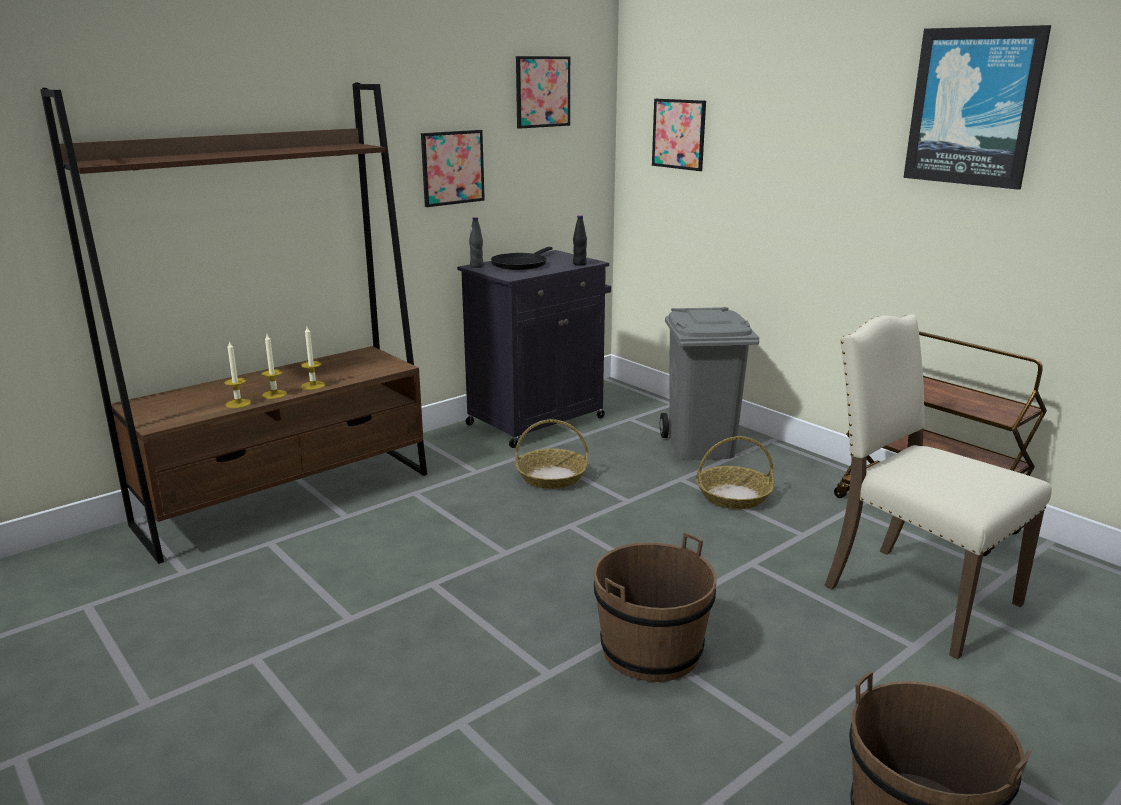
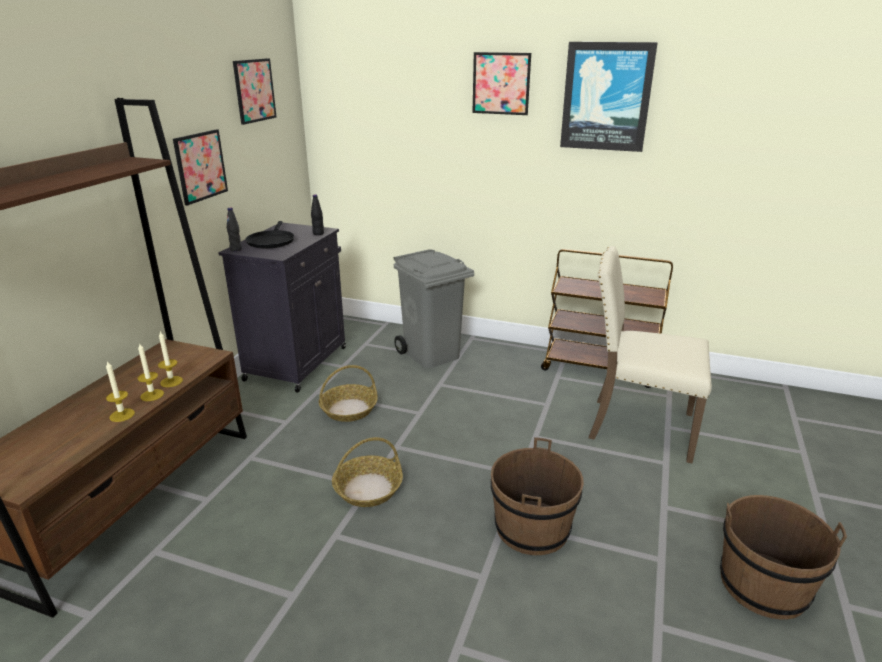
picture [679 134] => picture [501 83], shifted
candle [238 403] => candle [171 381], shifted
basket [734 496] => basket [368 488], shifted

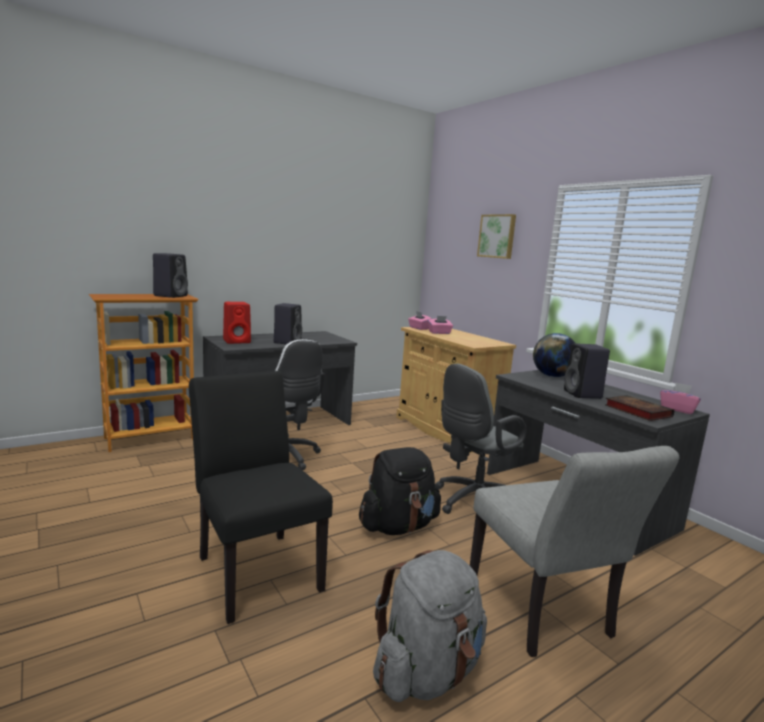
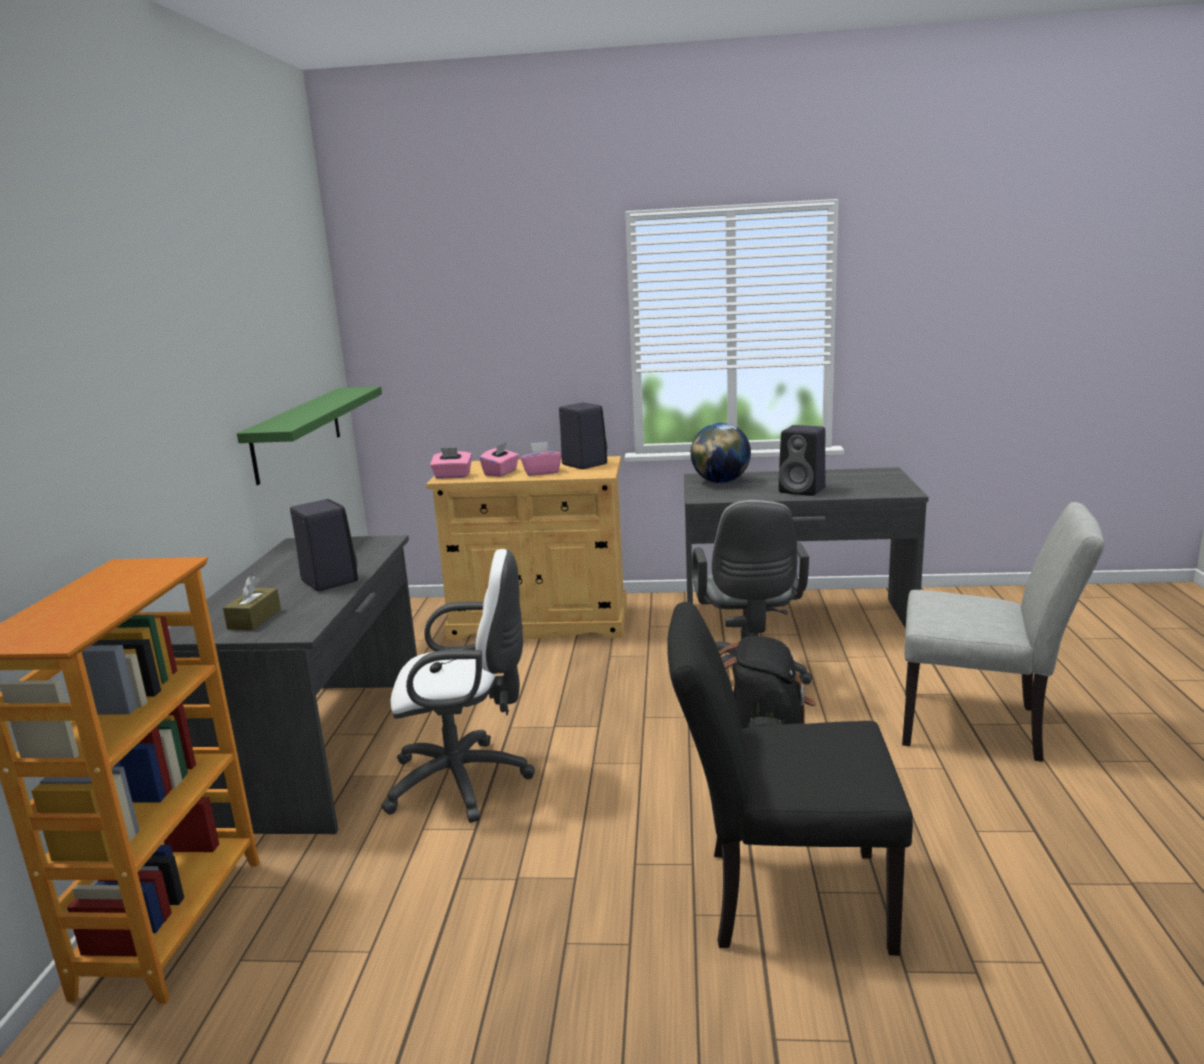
picture [497 236] => nothing
black_speaker [171 296] => black_speaker [583 464], shifted
red_speaker [237 341] => brown_tissue_box [254 619]
pink_tissue_box [677 409] => pink_tissue_box [541 472], shifted
book [636 411] => nothing
grey_backpack [427 672] => nothing
nothing => green_shelf [298 433]

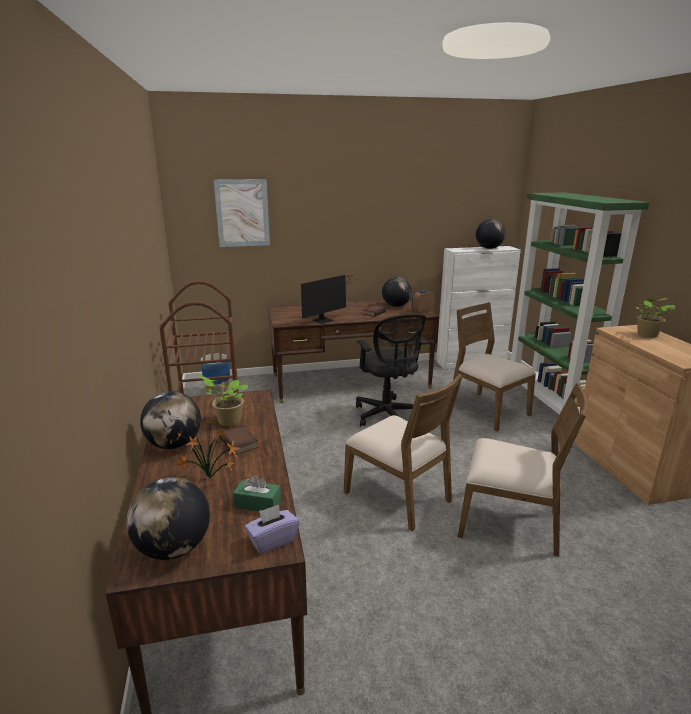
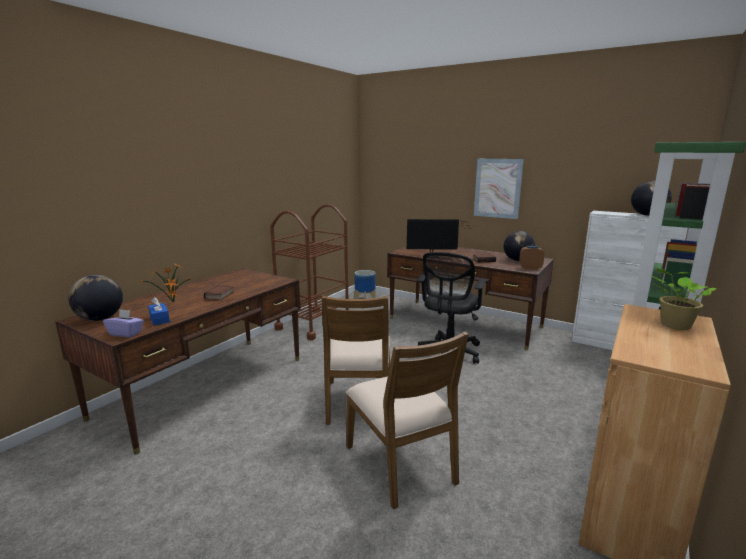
picture [242 213] => picture [497 188], shifted
brown_chair [487 410] => nothing
potted_plant [227 421] => nothing
globe [174 444] => nothing
green_tissue_box [257 504] => blue_tissue_box [159 319]

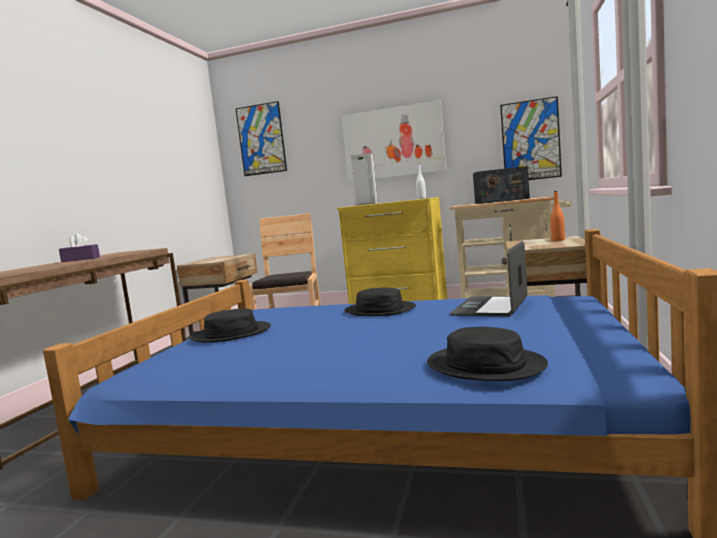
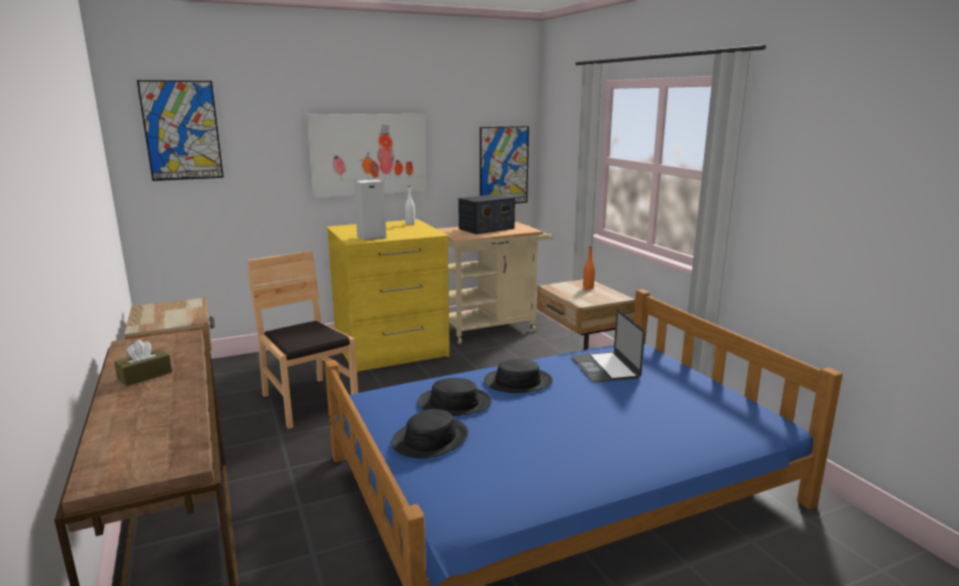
purple_tissue_box [81 259] => brown_tissue_box [145 375]
black_hat [485 365] => black_hat [454 403], shifted

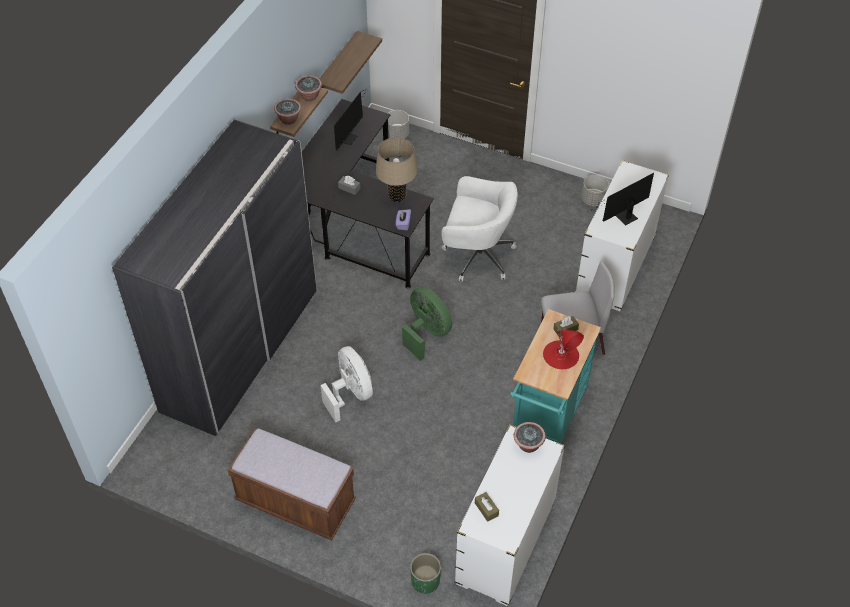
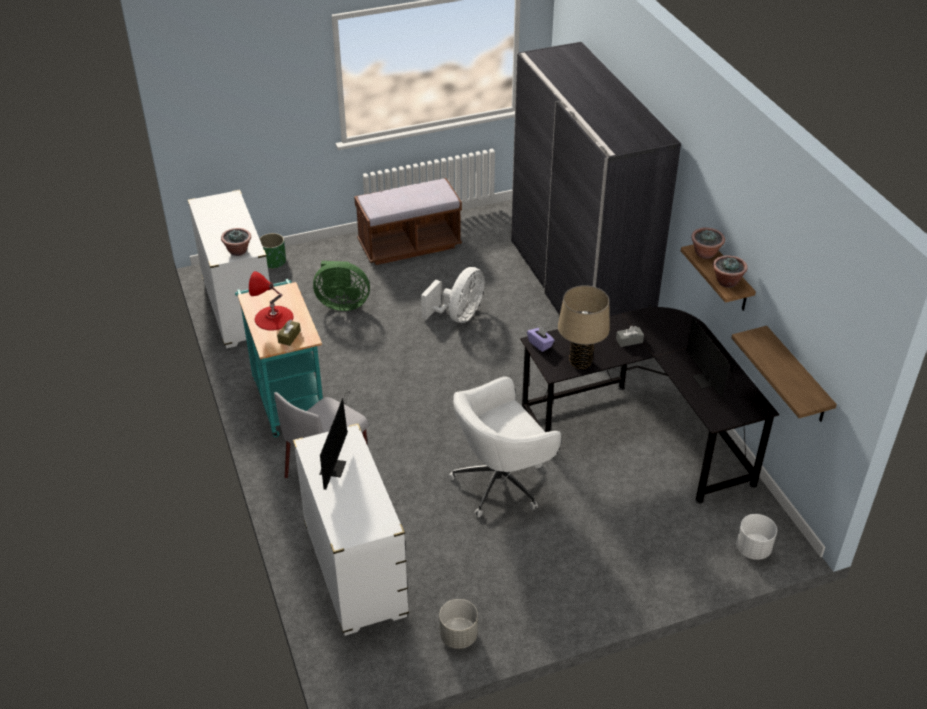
green_fan [426 333] => green_fan [342 303], shifted
white_fan [350 394] => white_fan [458 316], 75 degrees counterclockwise
brown_tissue_box [486 509] => nothing

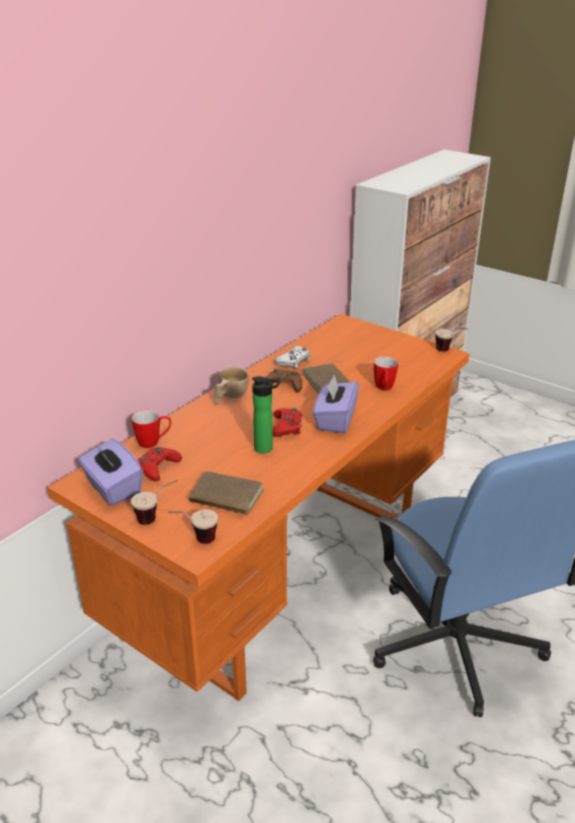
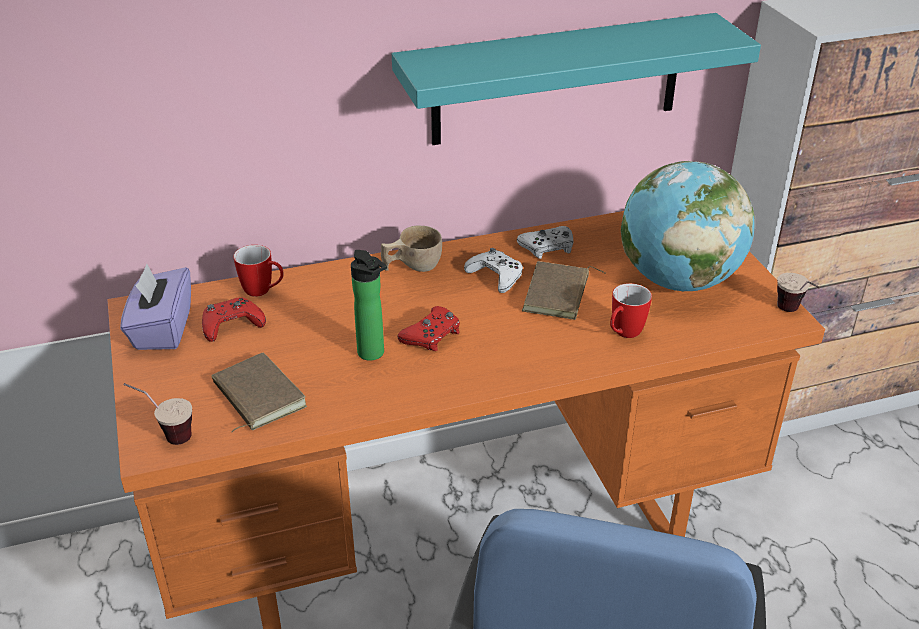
brown_game_controller [284 385] => white_game_controller [496 276]
purple_tissue_box [335 420] => nothing
cup [157 518] => nothing
nothing => turquoise_shelf [557 80]
nothing => globe [678 280]

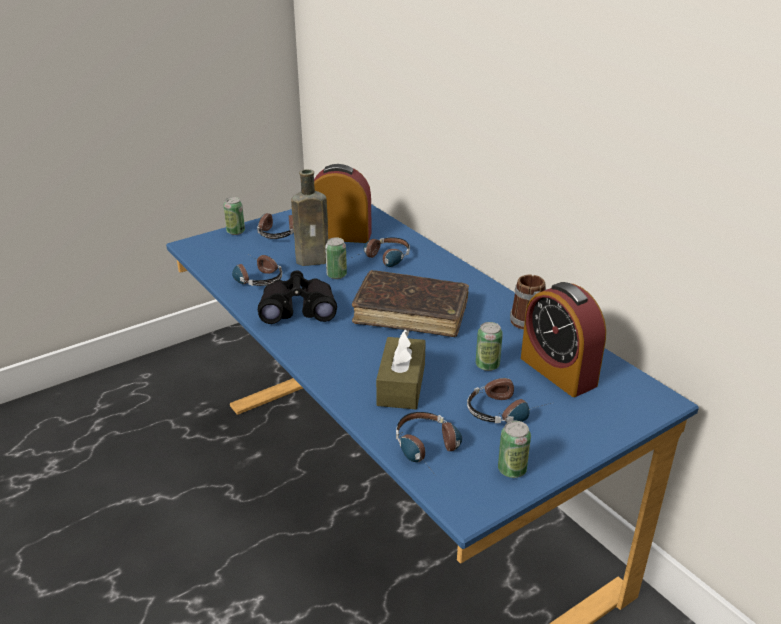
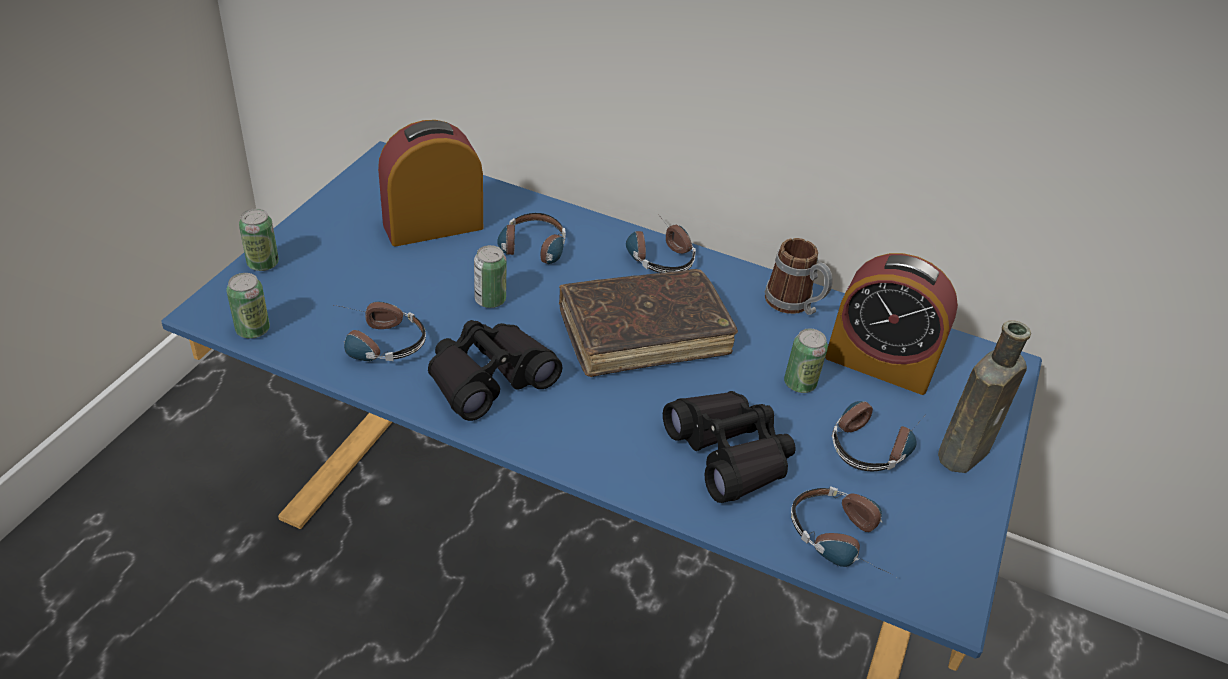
brown_bottle [315 260] => brown_bottle [964 451], shifted
headphones [279 231] => headphones [657 254], shifted
brown_tissue_box [401 385] => black_binoculars [729 454]
can [512 470] => can [253 330], shifted

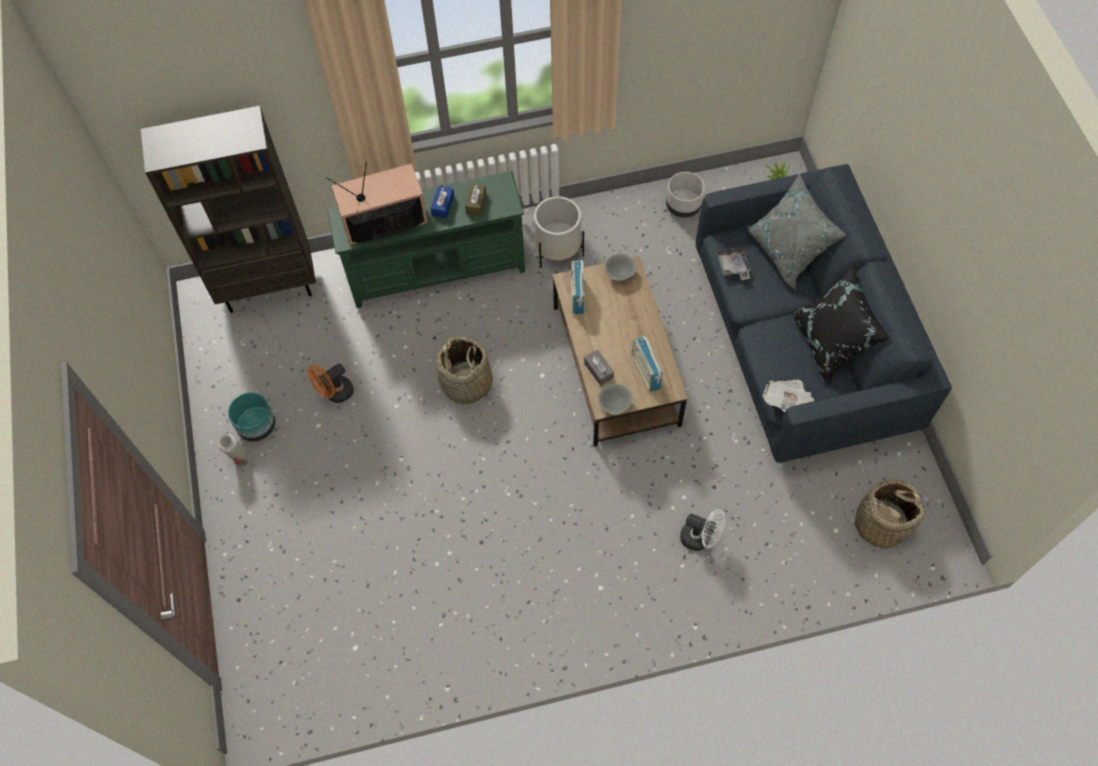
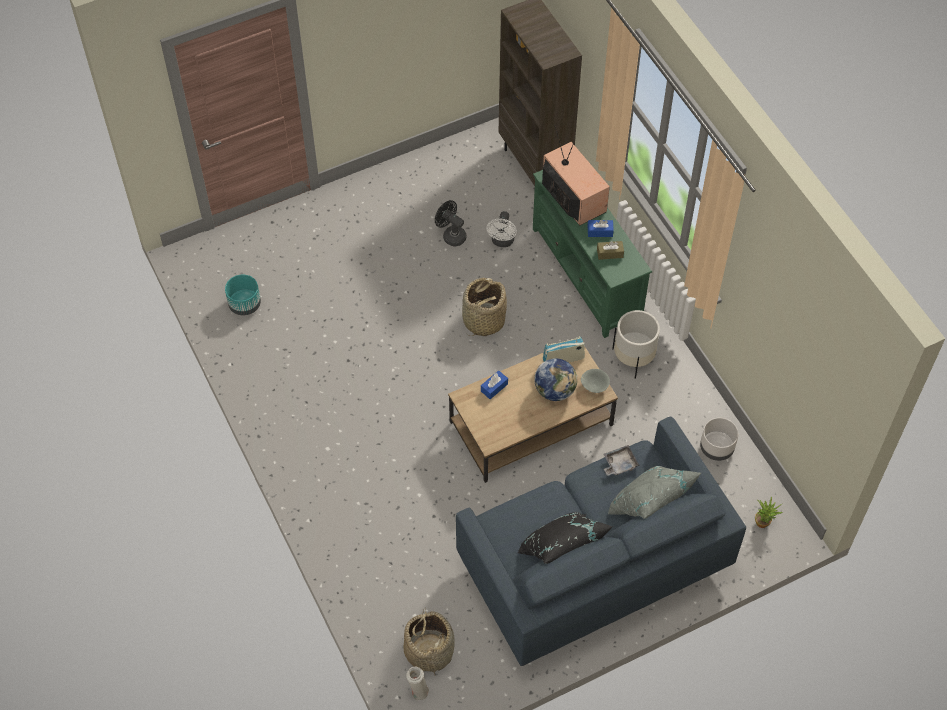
radio [646 371] => nothing
grey_tissue_box [598 370] => blue_tissue_box [494 387]
orange_fan [335 393] => black_fan [451 235]
newspaper [786 401] => nothing
grey_bowl [614 405] => nothing
turquoise_planter [257 426] => turquoise_planter [245 305], shifted
white_vase [240 459] => white_vase [418 691], shifted
white_fan [700 538] => white_fan [502 242], shifted
nothing => globe [555 390]

